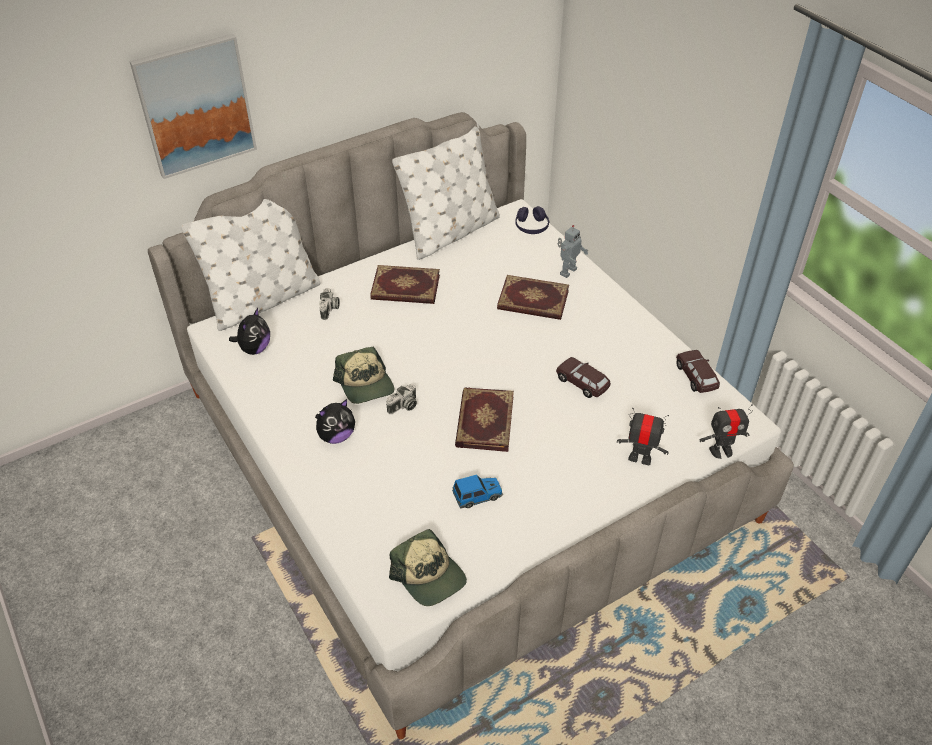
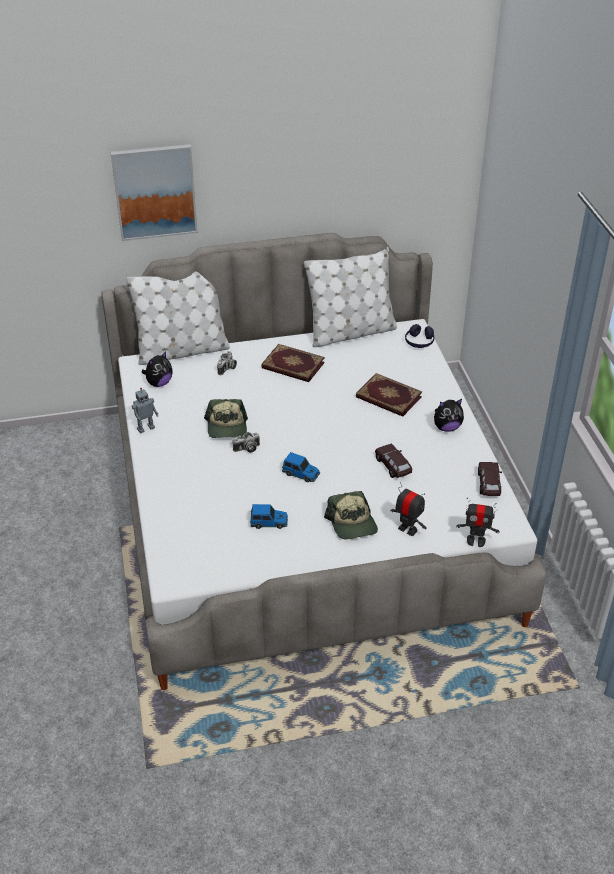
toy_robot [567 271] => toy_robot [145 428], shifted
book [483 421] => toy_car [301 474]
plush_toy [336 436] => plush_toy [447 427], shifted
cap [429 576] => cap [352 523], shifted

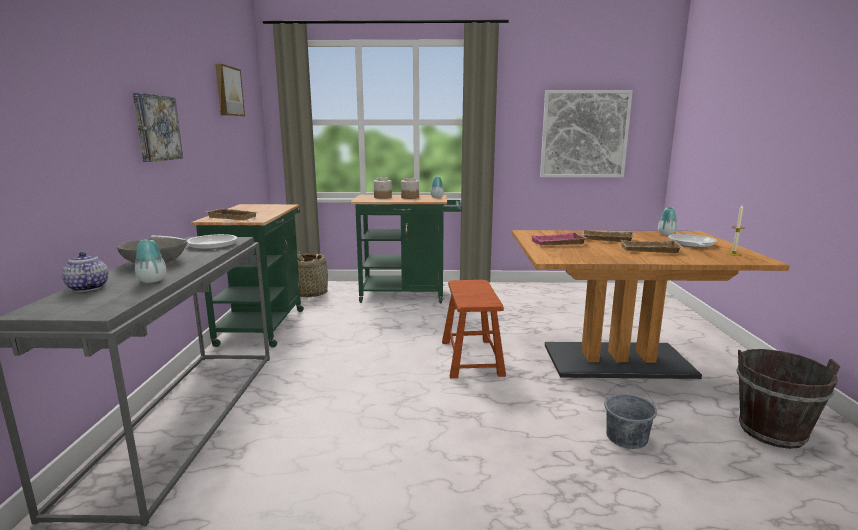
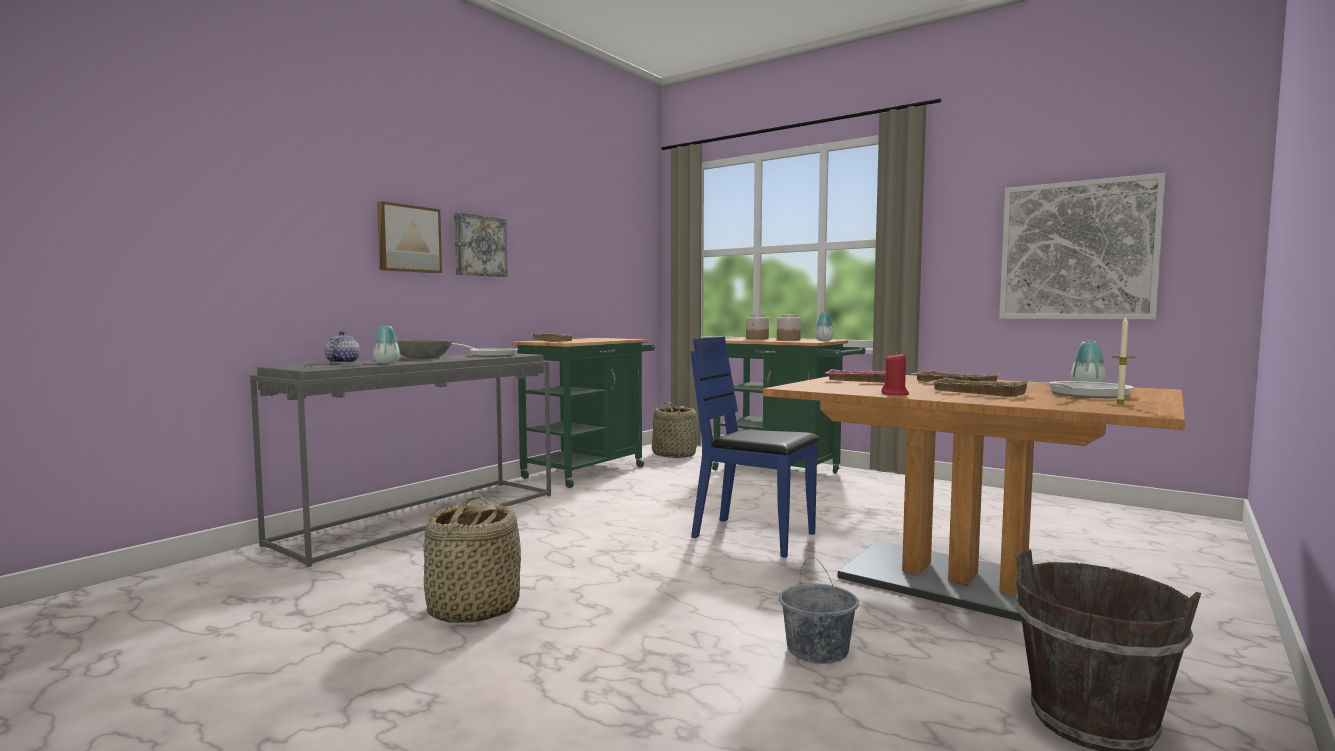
picture [228 91] => picture [408 239], shifted
brown_stool [471 358] => blue_chair [754 536]
nothing => red_candle [895 394]
nothing => basket [472 609]

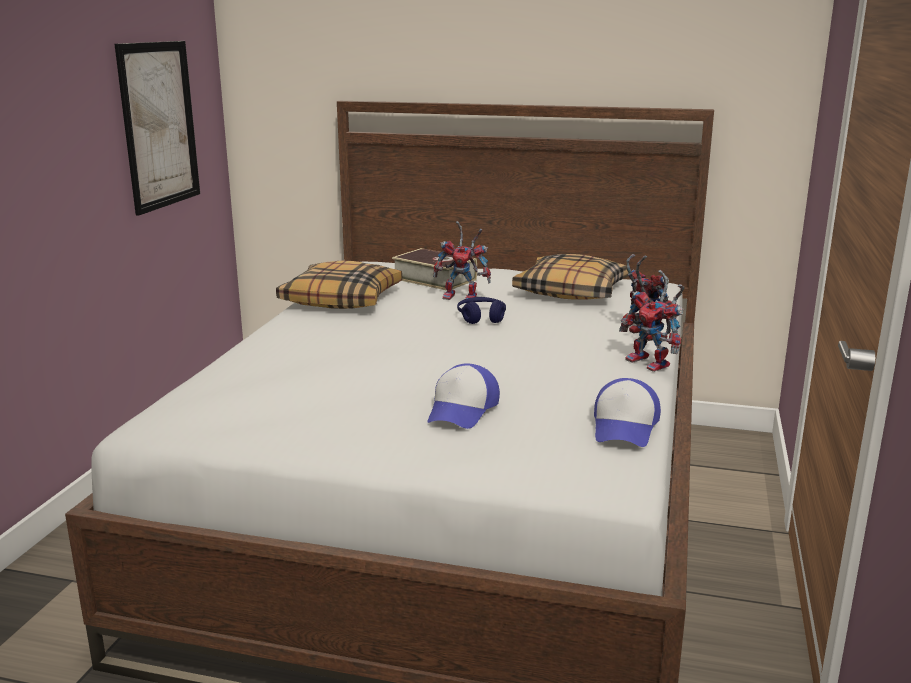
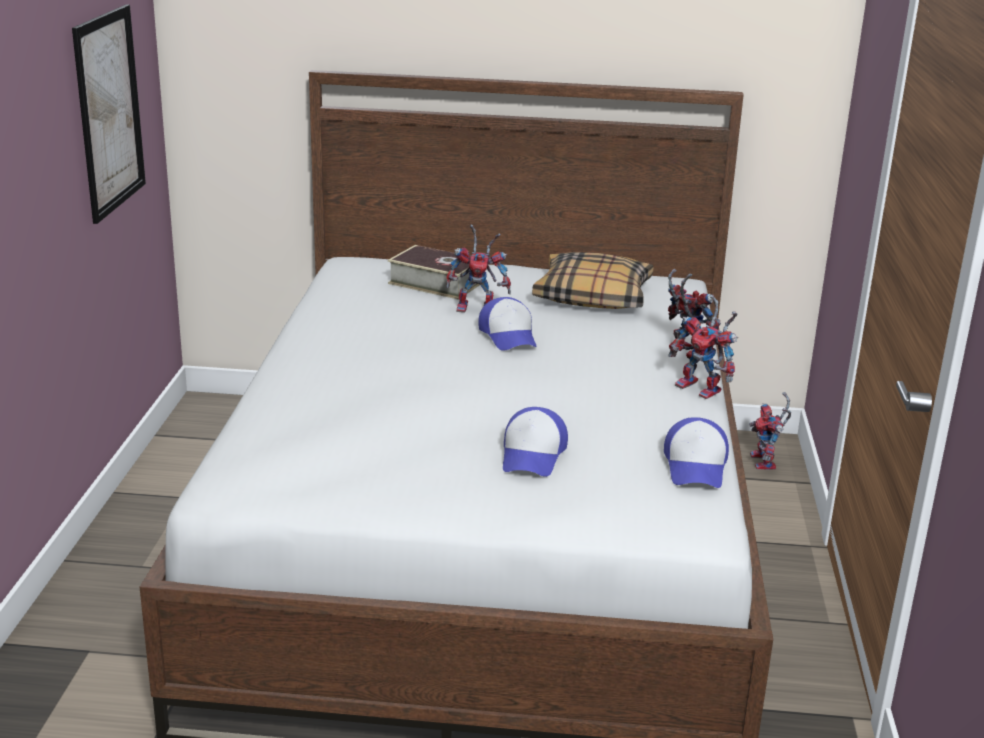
pillow [342 299] => nothing
blue_headphones [481 317] => cap [509 336]
nothing => toy_robot [766 463]

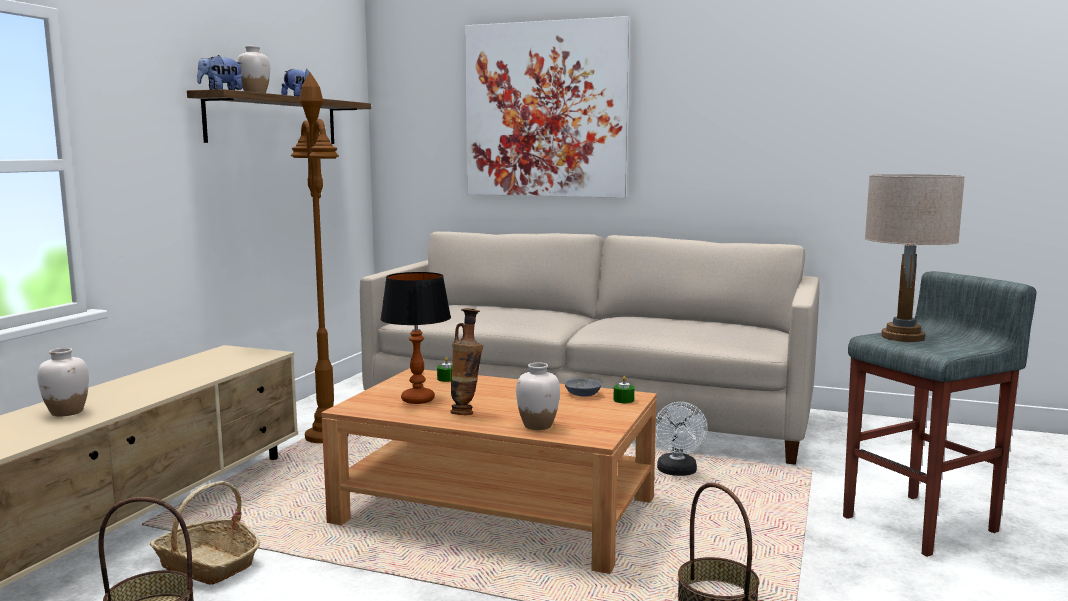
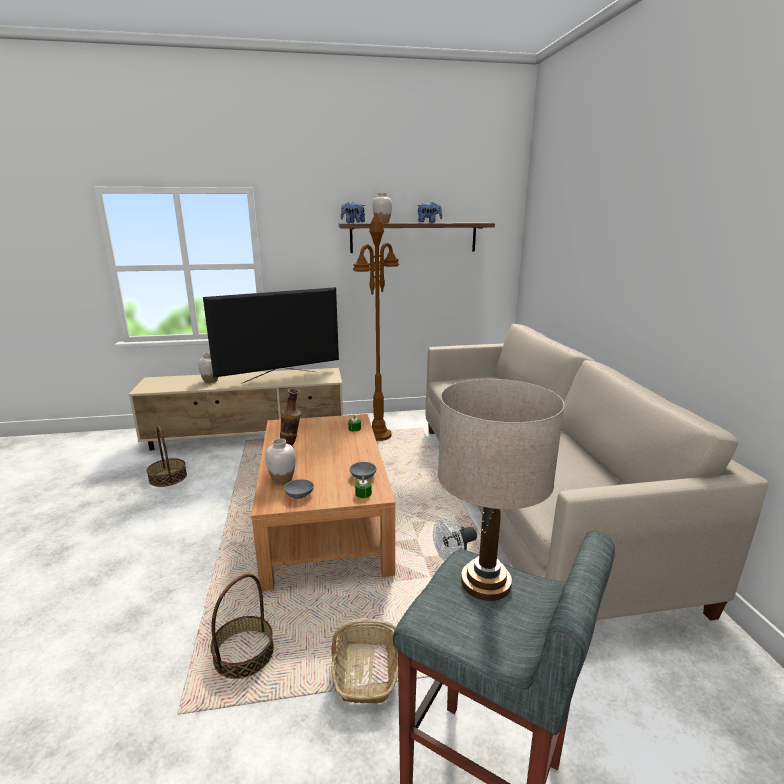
picture [546 110] => nothing
table_lamp [417 400] => nothing
basket [208 565] => basket [366 672], shifted
nothing => television [280 377]
nothing => grey_bowl [300 494]

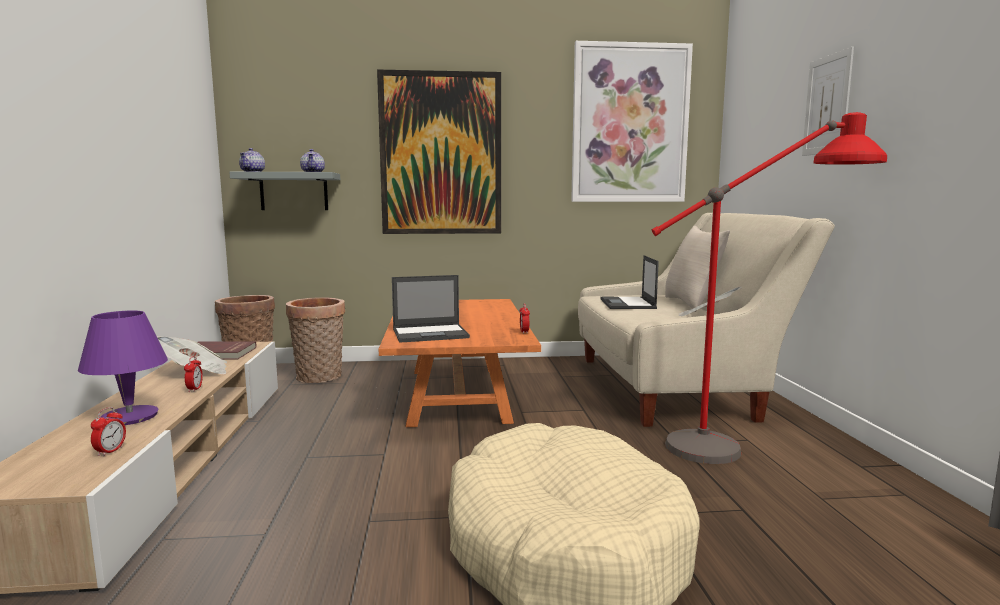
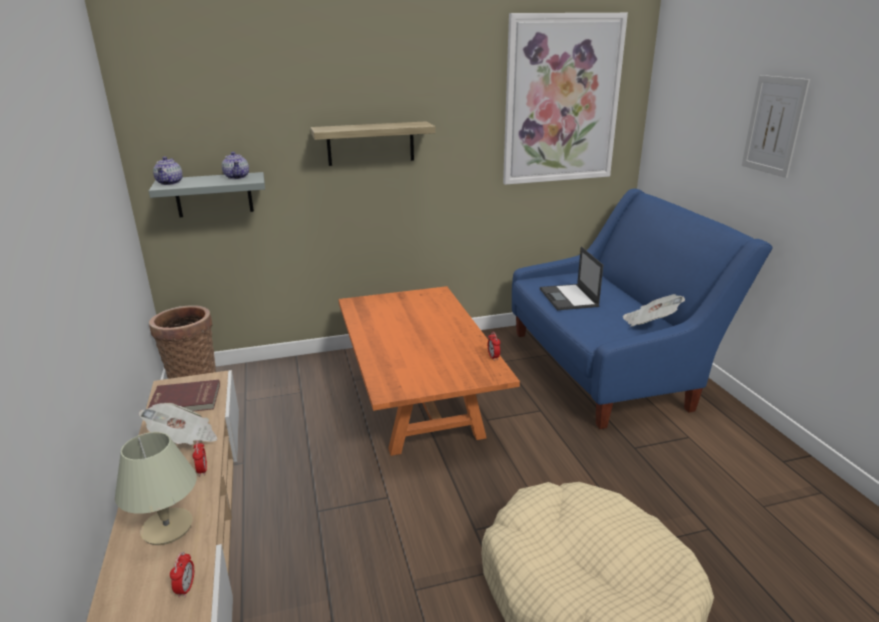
picture [441 154] => shelf [370 143]
red_floor_lamp [751 446] => nothing
beige_sofa [674 386] => blue_sofa [608 366]
beige_pillow [692 304] => nothing
laptop [431 334] => nothing
basket [319 378] => nothing
purple_table_lamp [130 416] => beige_table_lamp [168 527]

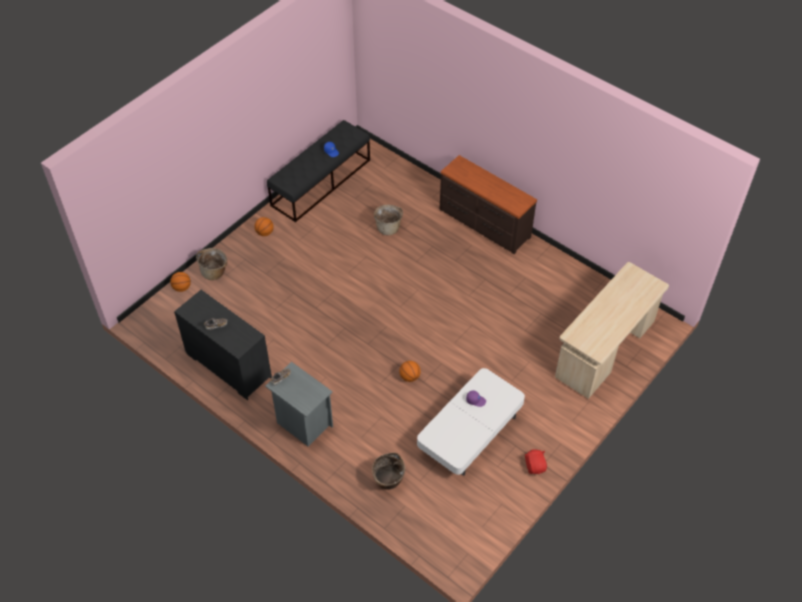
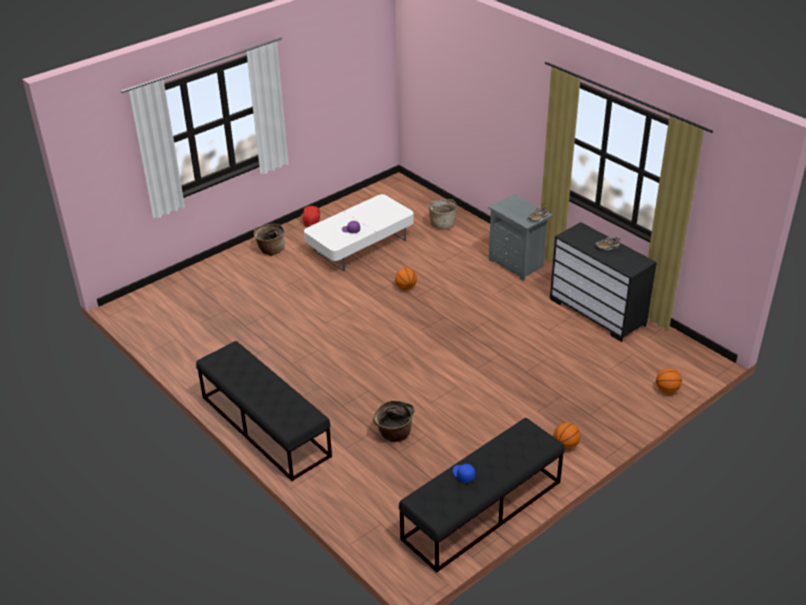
brown_dresser [484 224] => black_bench [264 426]
basket [215 272] => basket [270 250], shifted
beige_desk [605 350] => nothing

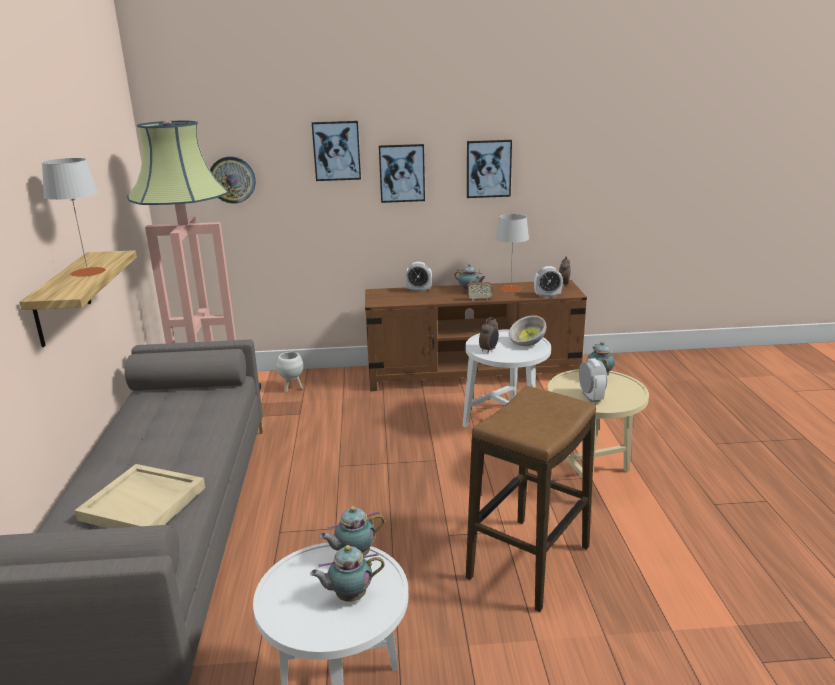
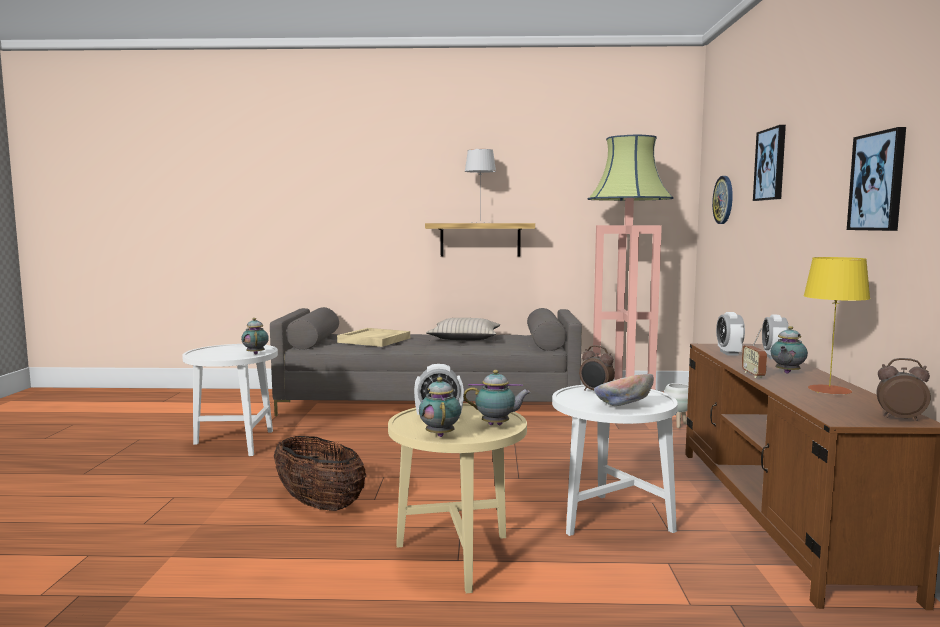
picture [402 173] => nothing
grey_table_lamp [511 289] => yellow_table_lamp [829 390]
alarm_clock [547 296] => alarm_clock [729 353], shifted
stool [529 563] => basket [319 504]
teapot [349 596] => teapot [440 434], shifted
nothing => beige_pillow [464 338]

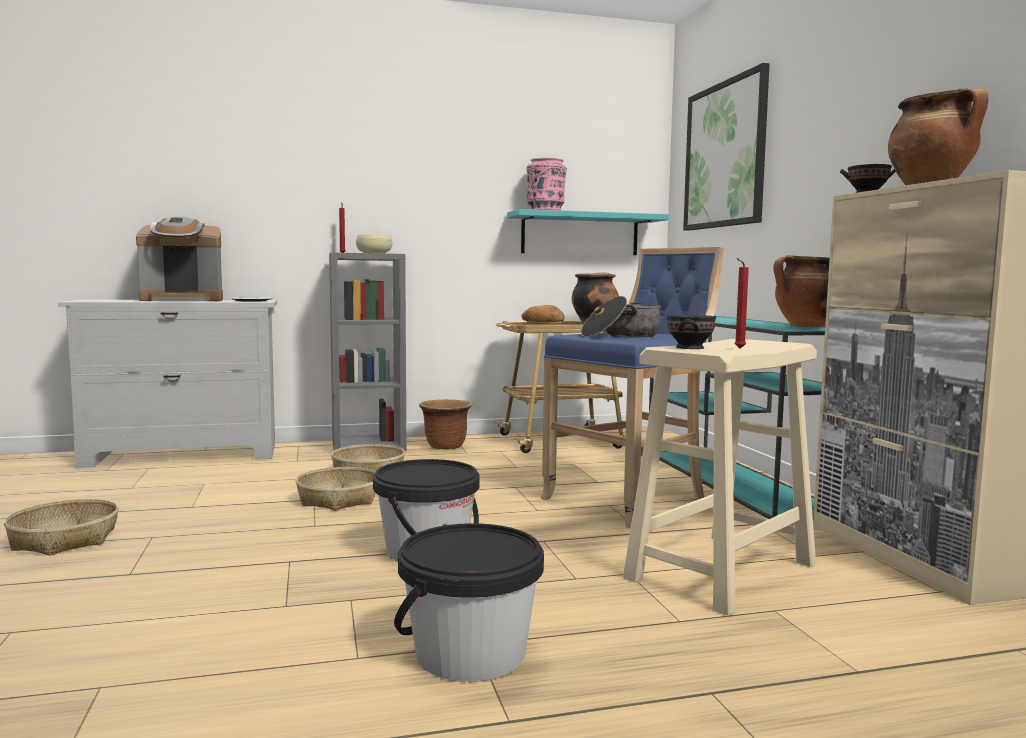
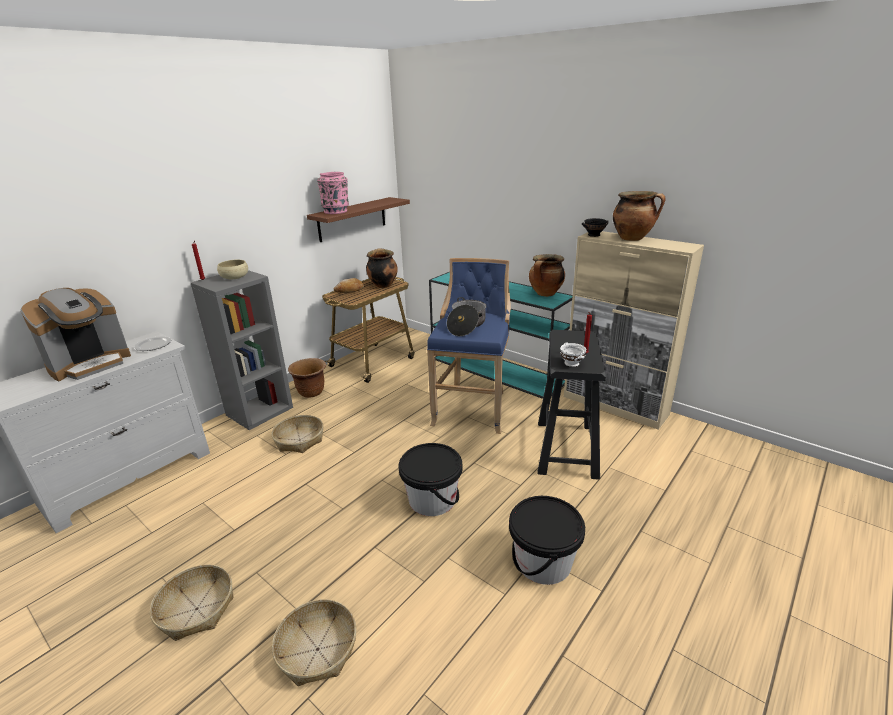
picture [725 155] => nothing
turquoise_shelf [580 234] => brown_shelf [352 219]
black_bowl [691 348] => white_bowl [572 363]
beige_stool [720 571] => black_stool [566 449]
basket [338 499] => basket [317 649], shifted

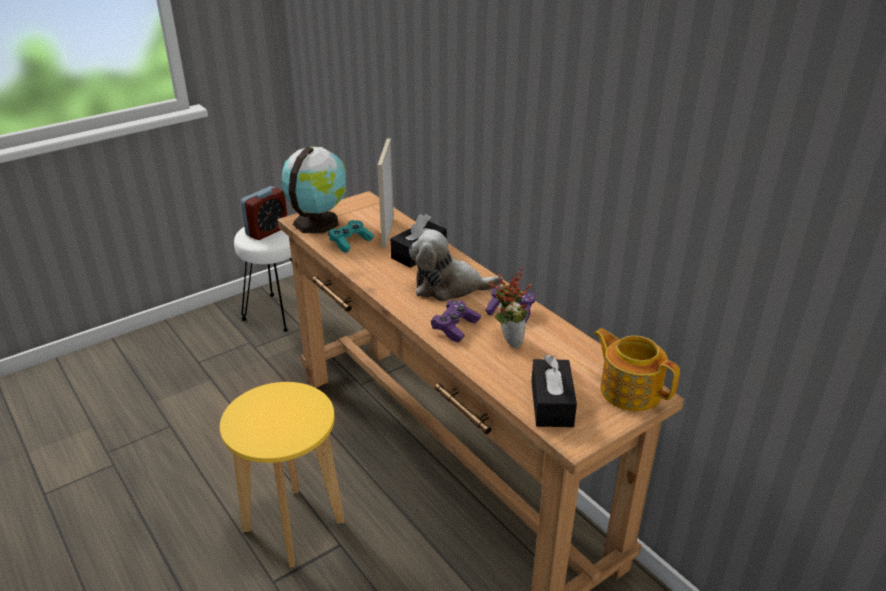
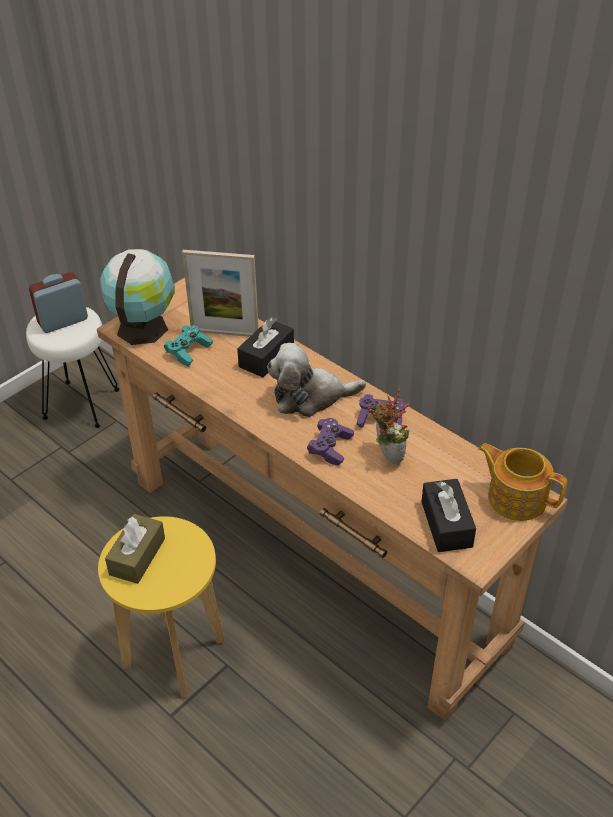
picture_frame [387 232] => picture_frame [225 333], 75 degrees counterclockwise
alarm_clock [267 231] => alarm_clock [63 321], 150 degrees counterclockwise
nothing => brown_tissue_box [137 556]

